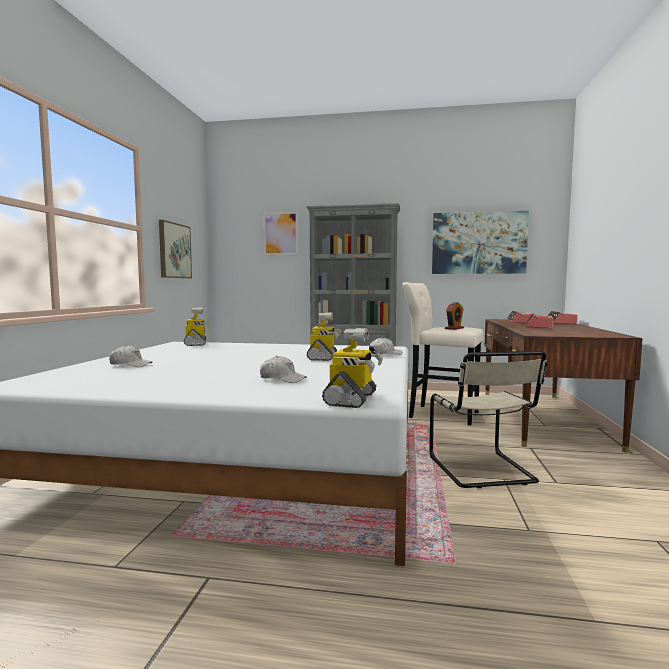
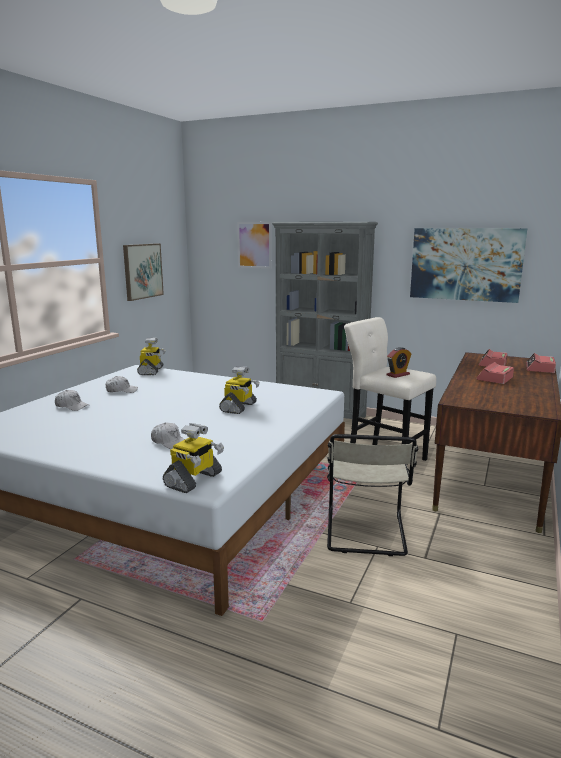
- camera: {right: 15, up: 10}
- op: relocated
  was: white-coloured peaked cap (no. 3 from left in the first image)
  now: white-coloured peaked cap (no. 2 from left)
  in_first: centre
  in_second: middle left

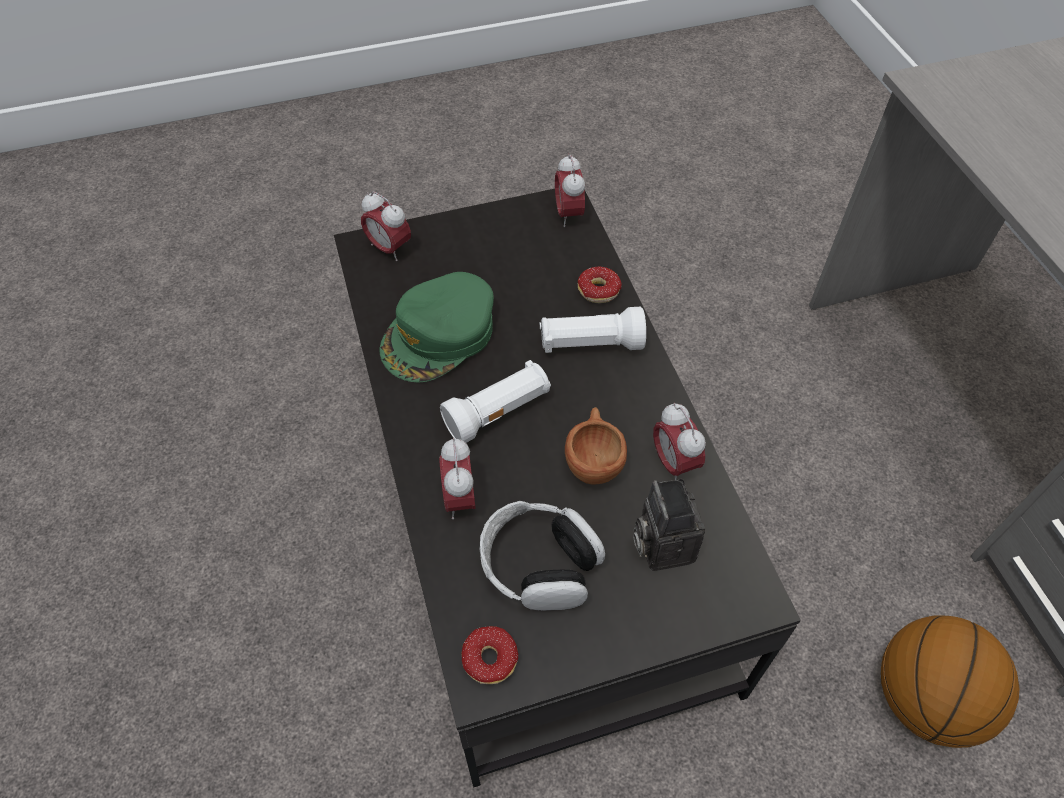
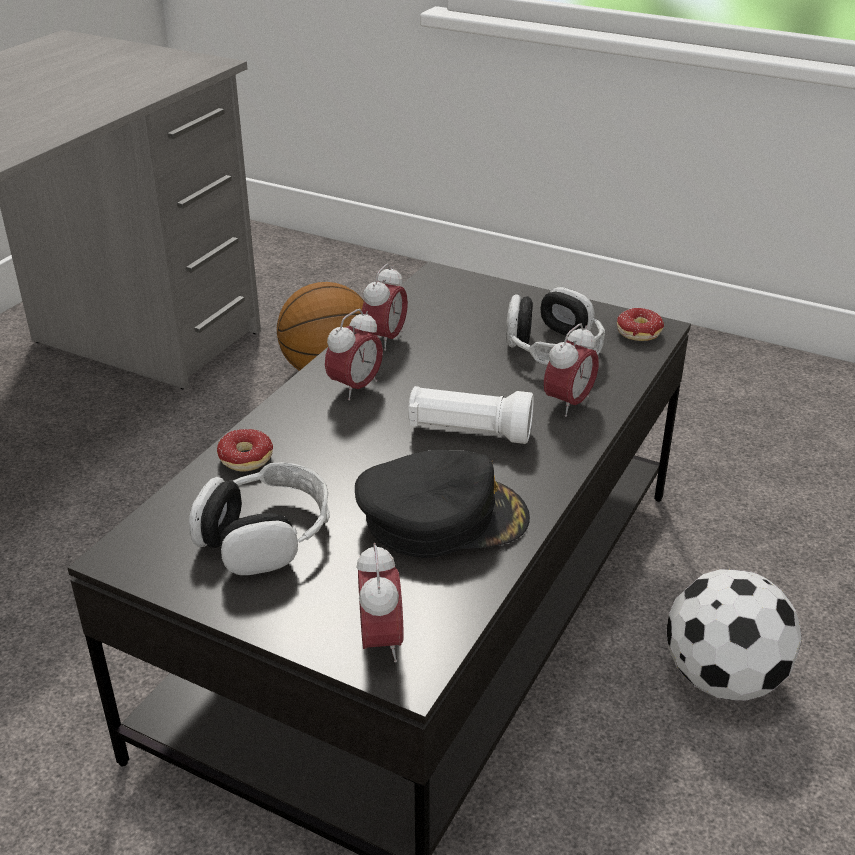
- camera: {right: -135, up: -20}
- op: appeared
  now: headphones (no. 1 from left)
  in_second: middle left
- op: relocated
  was: alarm clock (no. 3 from left in the first image)
  now: alarm clock (no. 1 from left)
  in_first: top centre
  in_second: centre
- op: colour
  was: green-coloured peaked cap
  now: blackish peaked cap
  in_first: centre
  in_second: centre
- op: appeared
  now: football ball
  in_second: bottom right
- op: missing
  was: white-coloured torch (no. 2 from left)
  in_first: centre
- op: missing
  was: brown-coloured small cup
  in_first: centre
- op: missing
  was: still camera
  in_first: centre

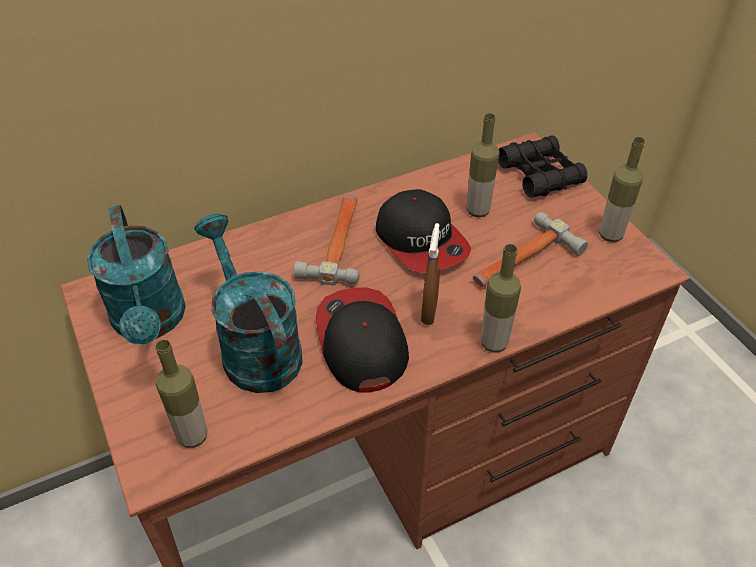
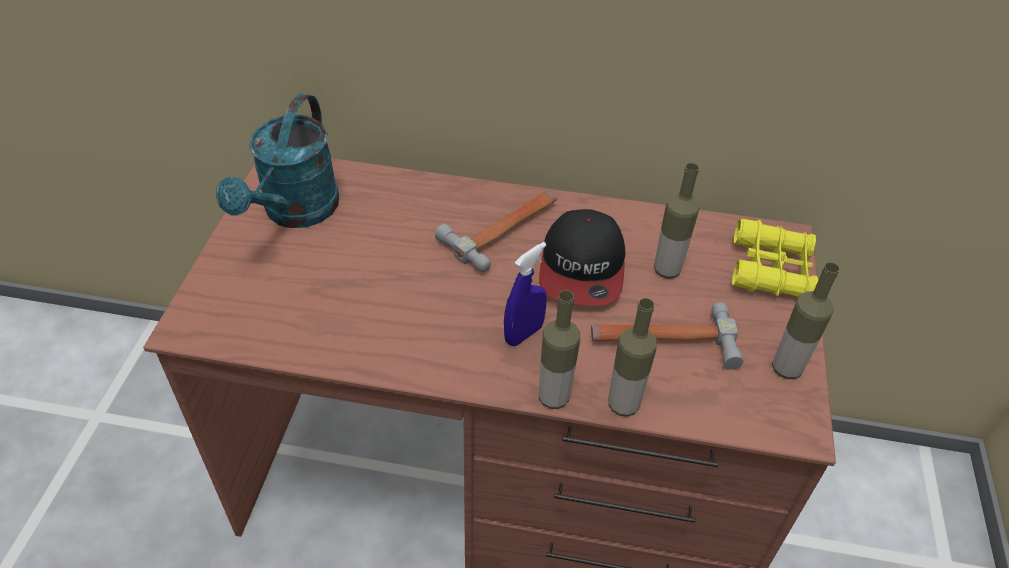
- camera: {right: 35, up: 0}
- op: colour
  was: brown-coloured sprayer
  now: blue sprayer
  in_first: centre
  in_second: centre
- op: relocated
  was: bottle (no. 1 from left in the first image)
  now: bottle (no. 2 from left)
  in_first: bottom left
  in_second: centre
- op: colour
  was: blackish field glasses
  now: yellow field glasses
  in_first: top right
  in_second: middle right
- op: missing
  was: blue-green sprinkling can (no. 2 from left)
  in_first: middle left
- op: missing
  was: peaked cap (no. 1 from left)
  in_first: centre

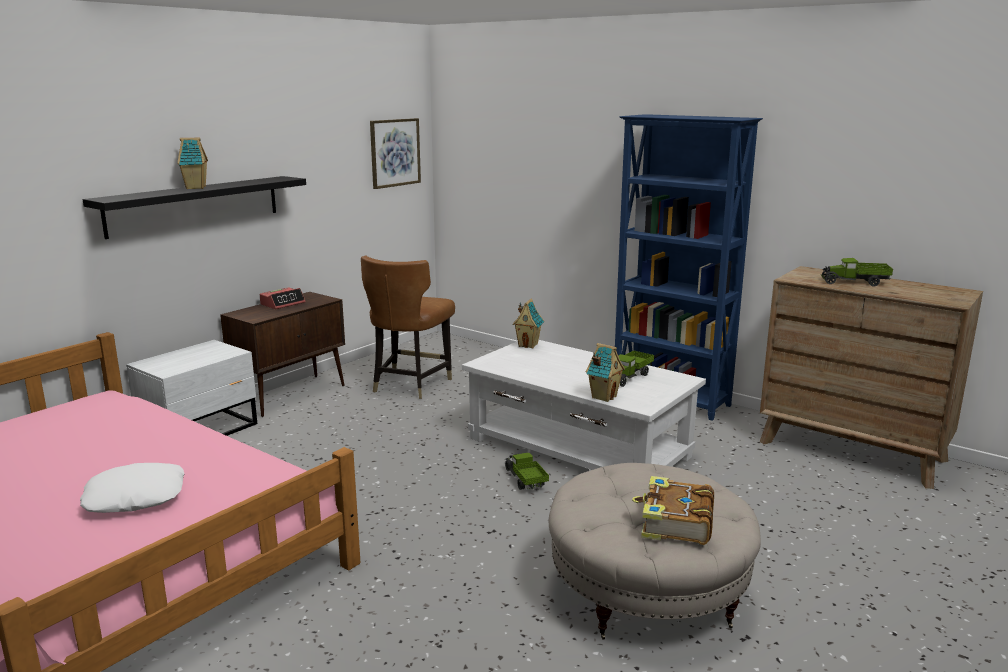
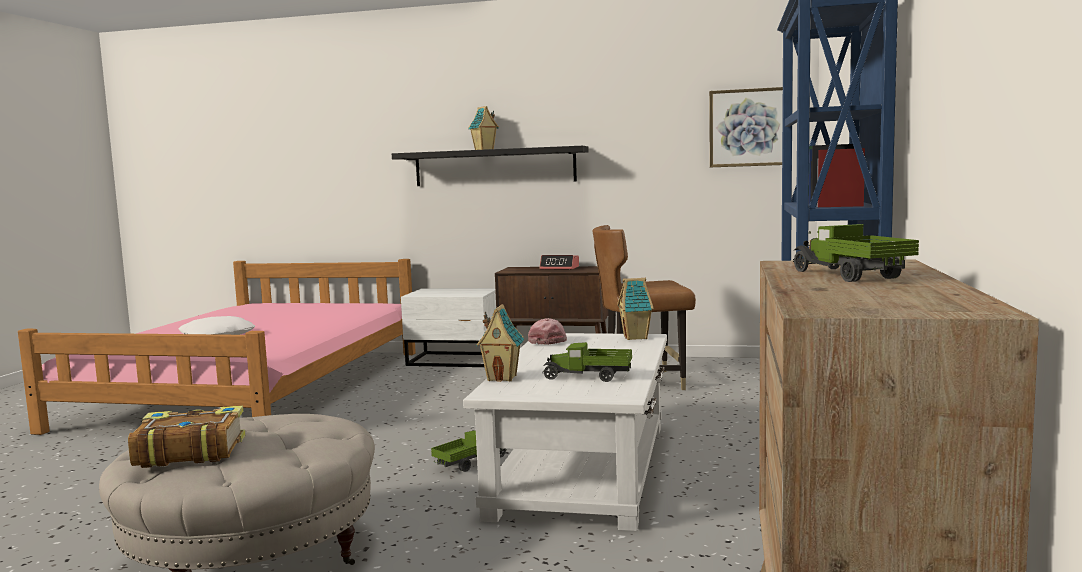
- camera: {right: 65, up: -10}
- op: appeared
  now: pinkish peaked cap
  in_second: centre

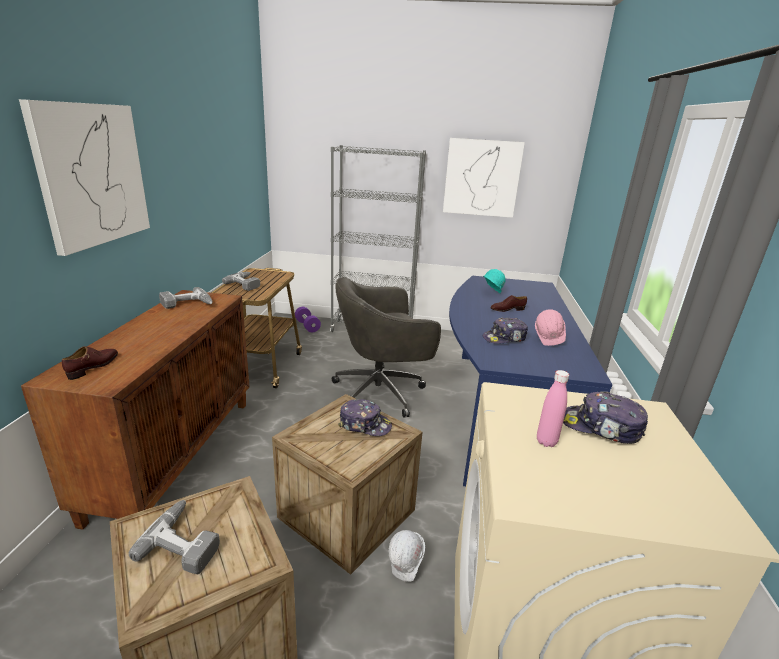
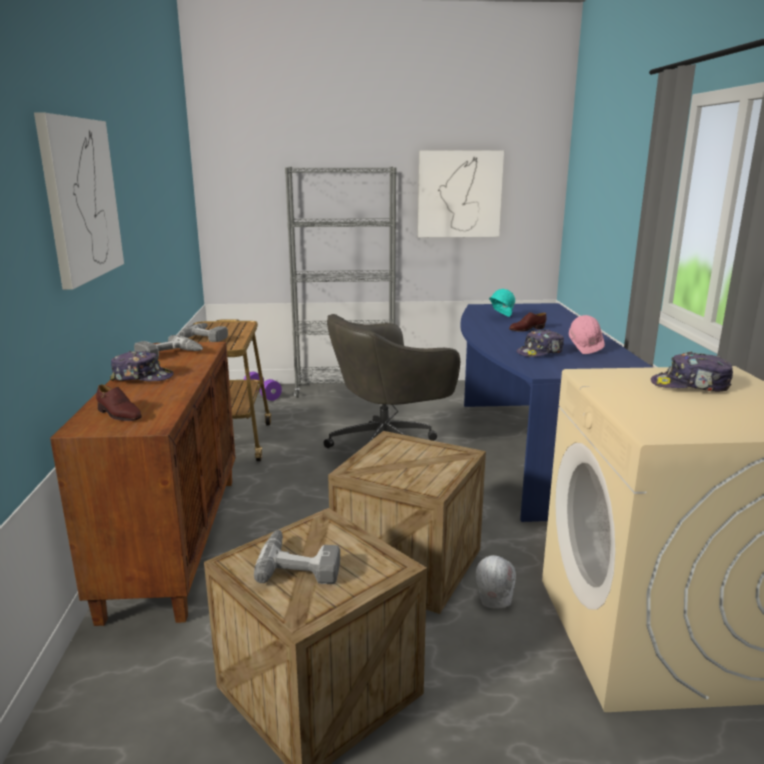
- camera: {right: -10, up: -5}
- op: spun
  was: brown-coloured low shoe (no. 1 from left)
  in_first: middle left
  in_second: middle left
  clockwise: 120
- op: relocated
  was: peaked cap (no. 1 from left)
  in_first: centre
  in_second: middle left
- op: missing
  was: pinkish bottle
  in_first: middle right

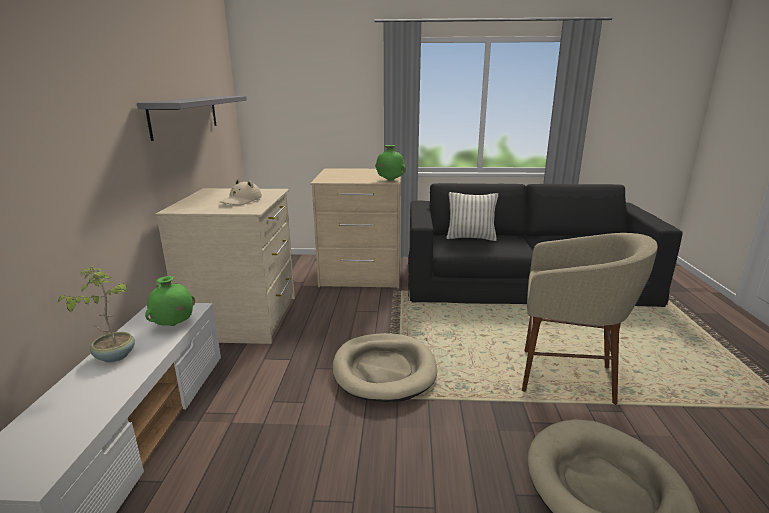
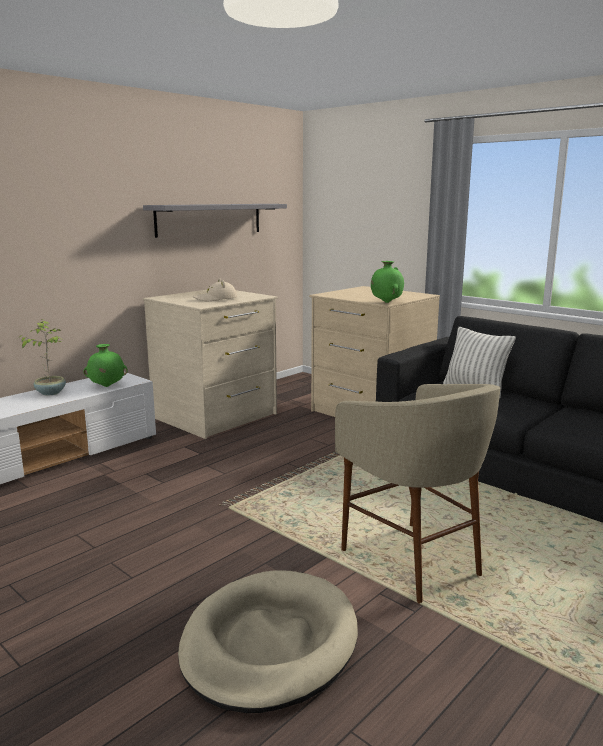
- camera: {right: 40, up: -5}
- op: missing
  was: sand-coloured dog bed (no. 1 from left)
  in_first: bottom centre

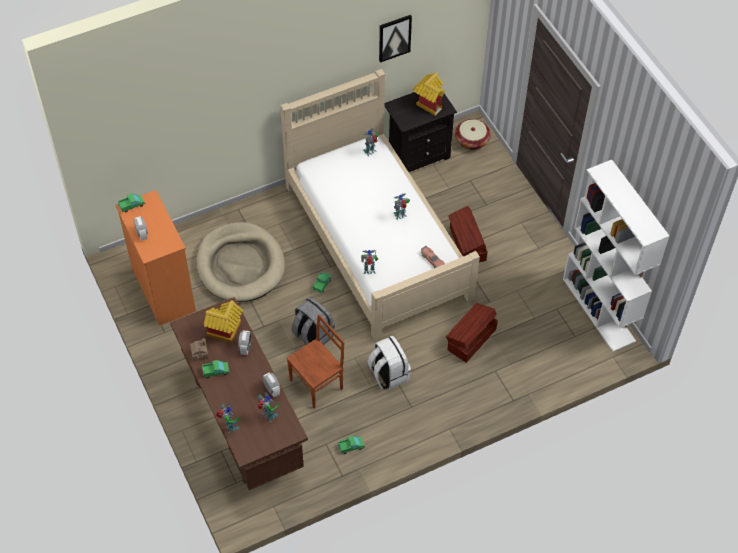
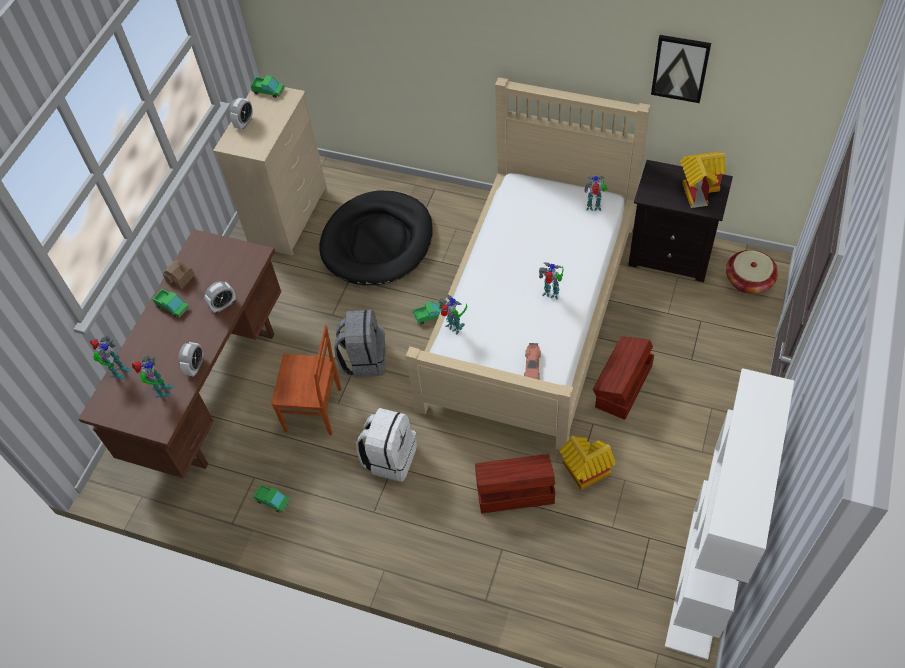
- camera: {right: 50, up: 0}
- op: colour
  was: orange drawer chest
  now: sand-coloured drawer chest
  in_first: middle left
  in_second: top left
- op: colour
  was: sand-coloured dog bed
  now: blackish dog bed
  in_first: middle left
  in_second: centre
- op: relocated
  was: toy house (no. 2 from left)
  in_first: middle left
  in_second: bottom centre

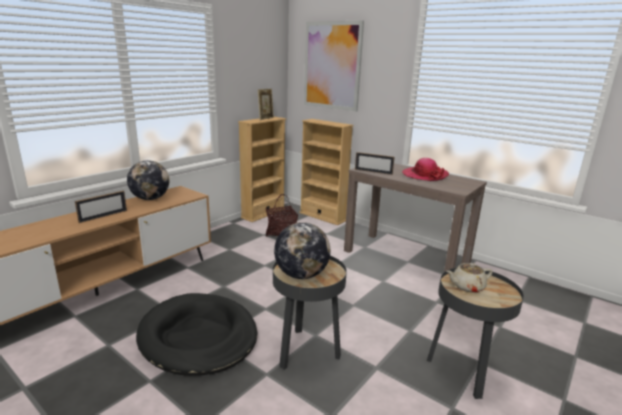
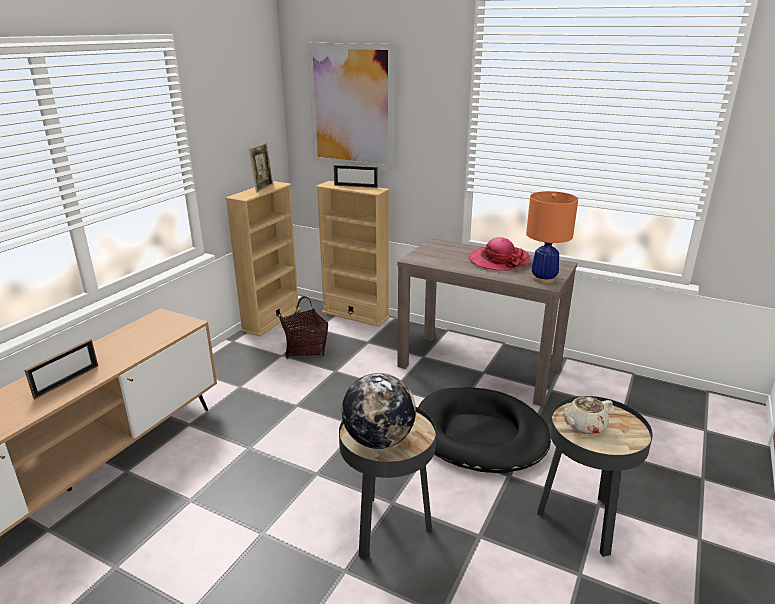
- camera: {right: -10, up: 5}
- op: relocated
  was: picture frame (no. 3 from left)
  in_first: centre
  in_second: top centre
- op: relocated
  was: blackish dog bed
  in_first: bottom left
  in_second: bottom centre
- op: appeared
  now: orange table lamp
  in_second: middle right
- op: missing
  was: desk globe (no. 1 from left)
  in_first: middle left

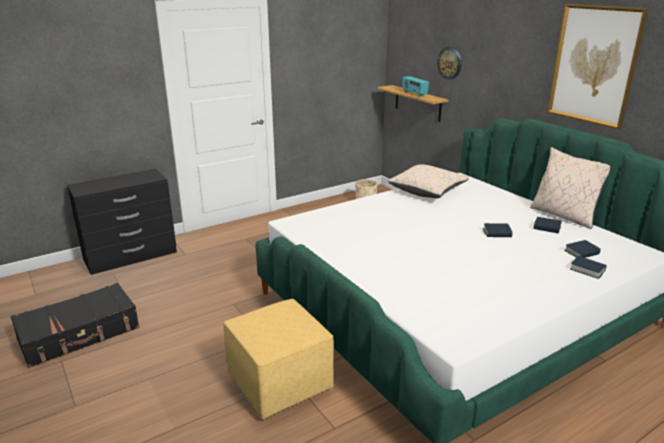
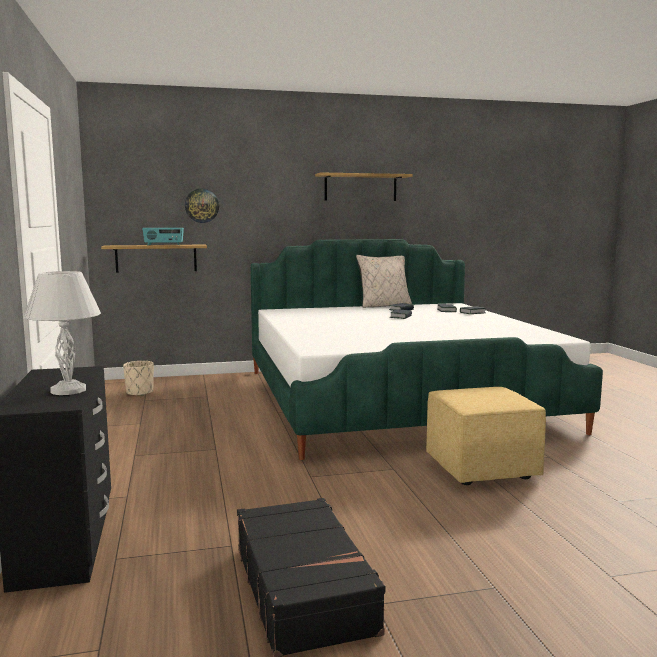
- camera: {right: -70, up: -15}
- op: appeared
  now: white-coloured table lamp
  in_second: middle left
- op: exchanged
  was: wall art
  now: shelf (no. 2 from left)
  in_first: top right
  in_second: top centre
- op: missing
  was: sand-coloured pillow (no. 1 from left)
  in_first: centre

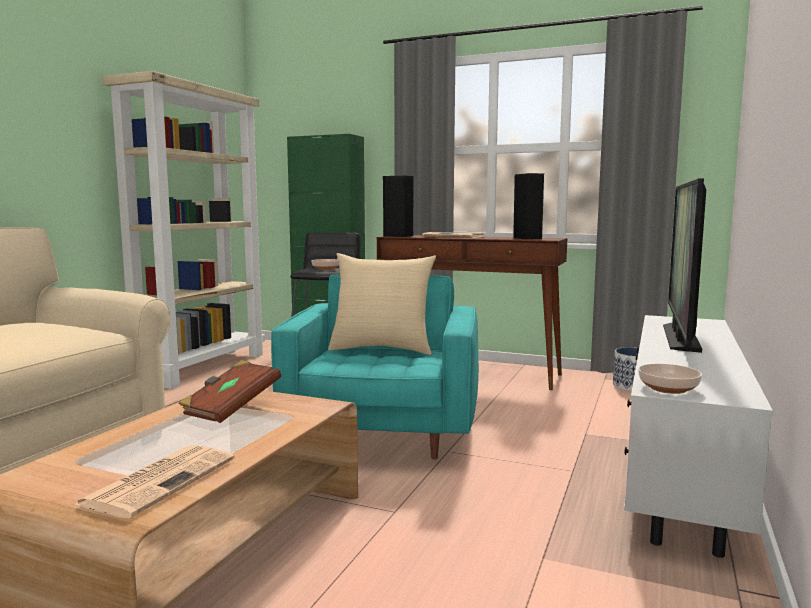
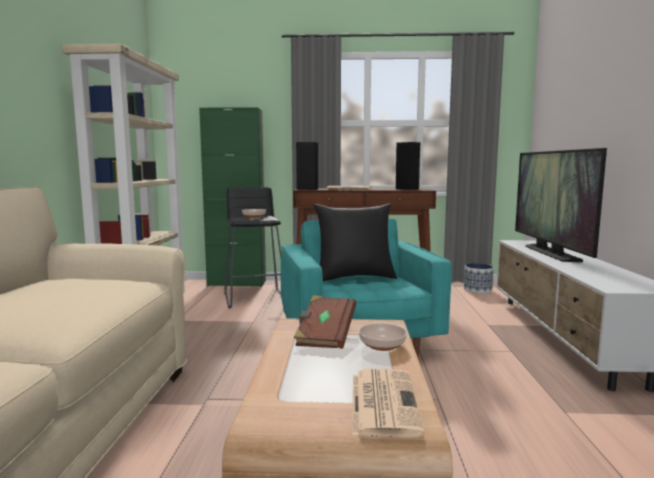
- camera: {right: -20, up: 0}
- op: colour
  was: sand-coloured pillow
  now: blackish pillow
  in_first: centre
  in_second: centre
- op: relocated
  was: deep dish (no. 2 from left)
  in_first: middle right
  in_second: bottom centre

